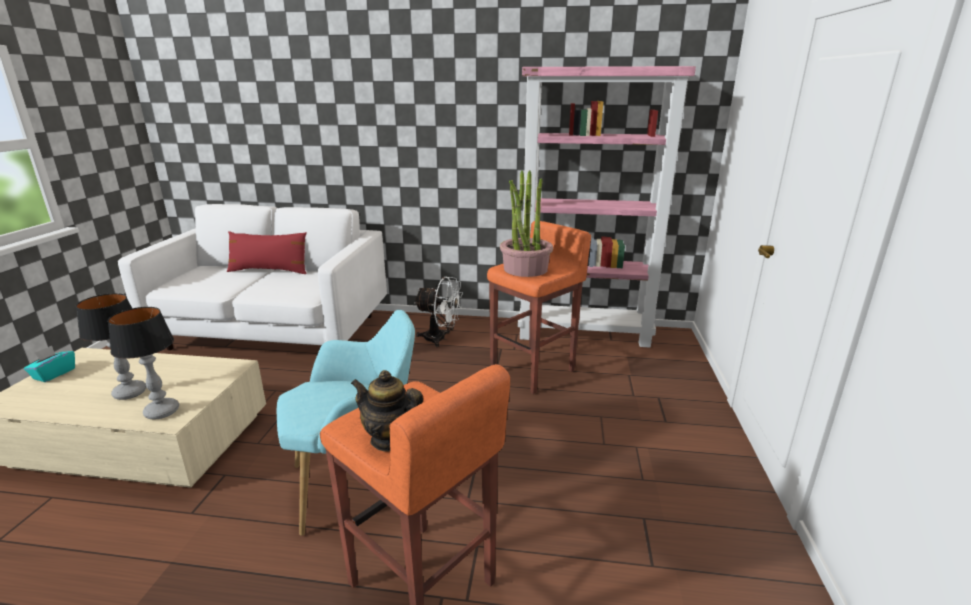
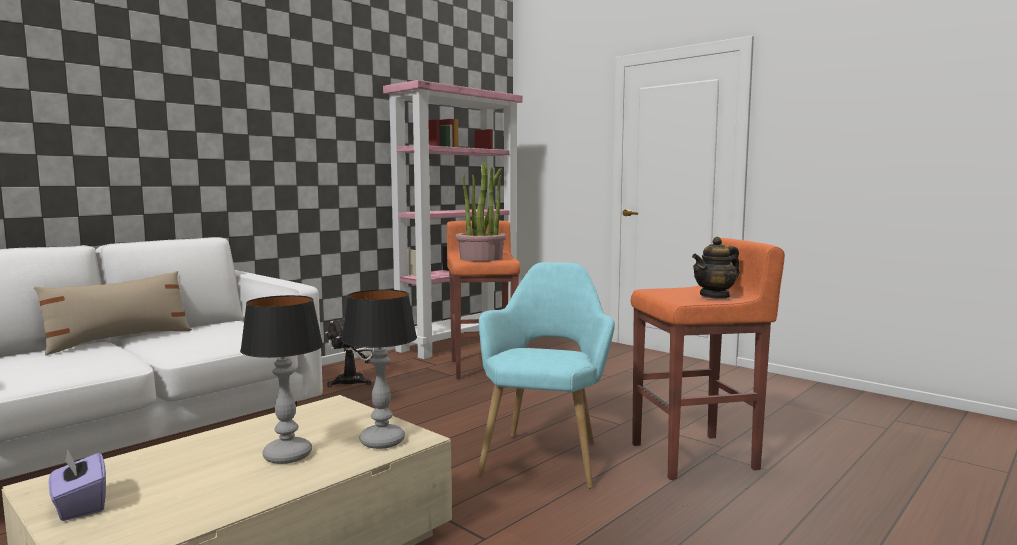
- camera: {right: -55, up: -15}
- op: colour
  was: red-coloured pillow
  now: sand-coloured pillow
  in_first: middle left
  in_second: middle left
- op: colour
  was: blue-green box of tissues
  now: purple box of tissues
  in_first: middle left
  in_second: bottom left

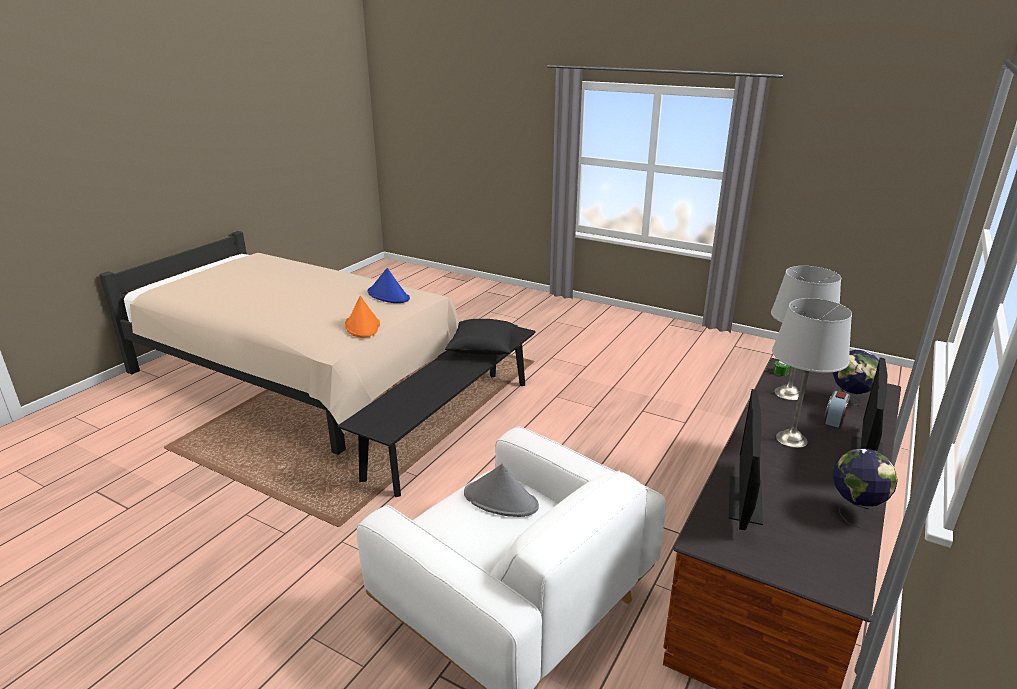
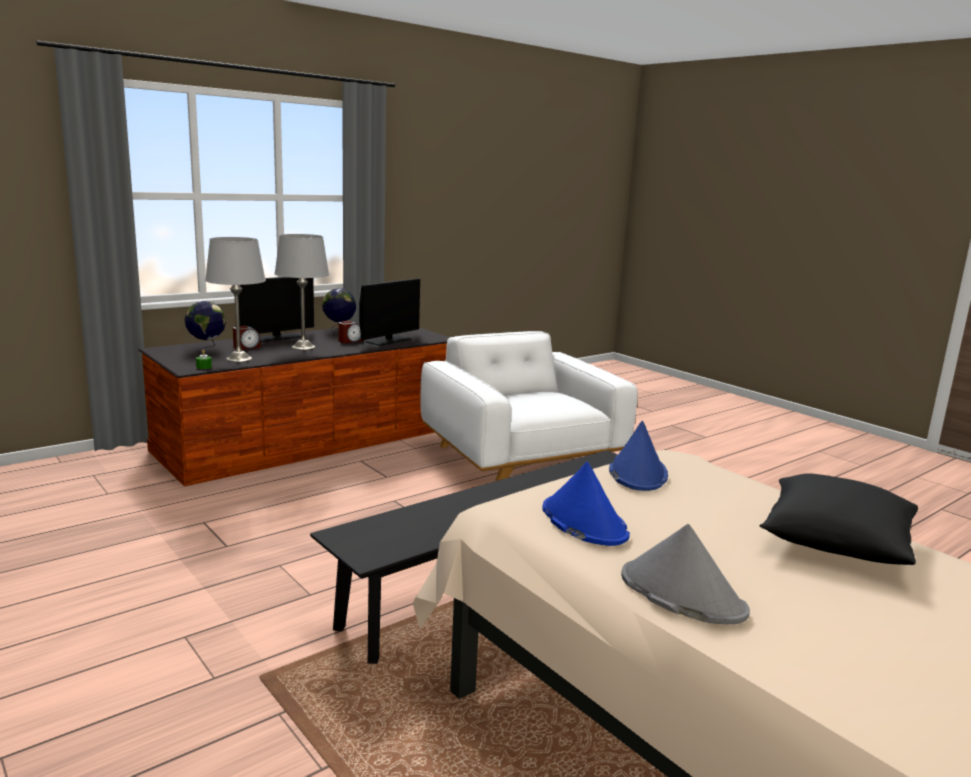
- camera: {right: -160, up: -10}
- op: appeared
  now: alarm clock (no. 2 from left)
  in_second: centre
- op: colour
  was: orange clothing hat
  now: blue clothing hat (no. 2 from left)
  in_first: centre
  in_second: centre
- op: relocated
  was: greyish clothing hat
  in_first: bottom centre
  in_second: bottom right
- op: relocated
  was: blackish pillow
  in_first: centre
  in_second: bottom right

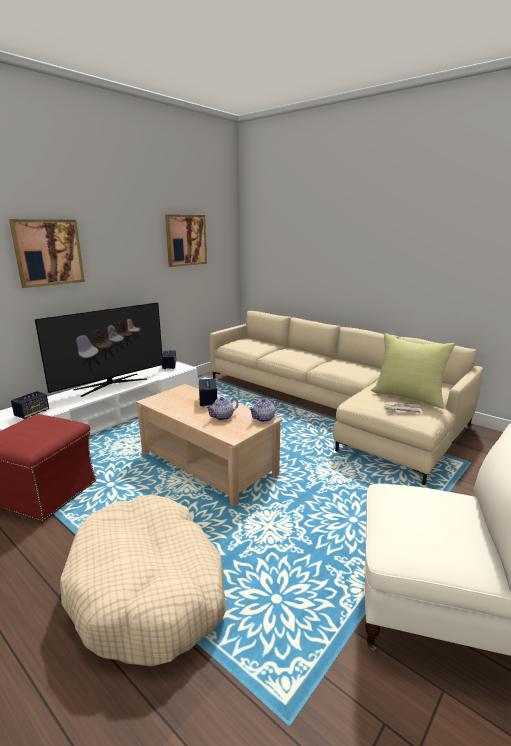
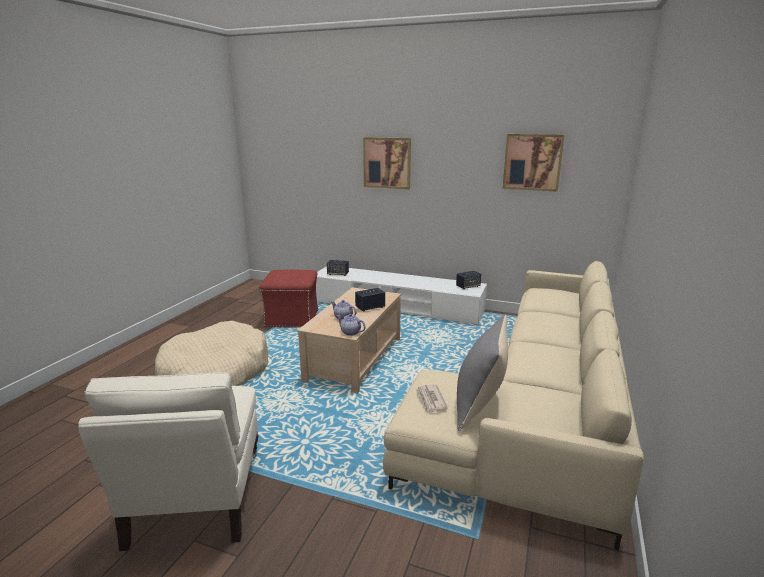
- camera: {right: 70, up: 0}
- op: colour
  was: yellow pillow
  now: greyish pillow
  in_first: middle right
  in_second: centre
- op: missing
  was: TV
  in_first: middle left

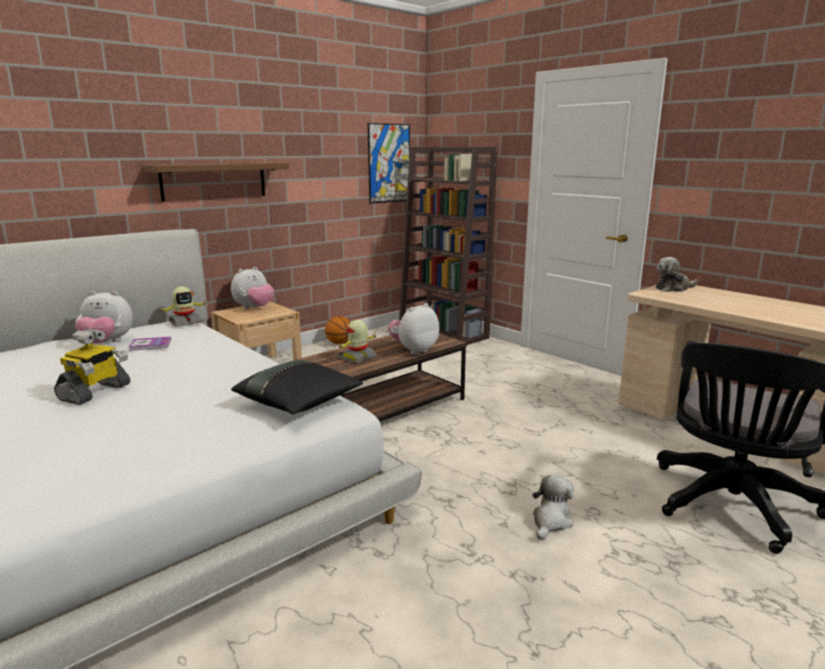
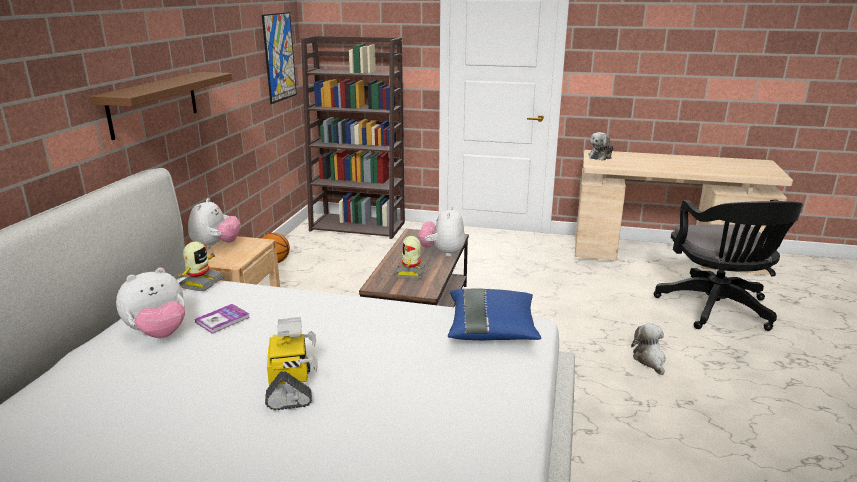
- camera: {right: -35, up: 5}
- op: colour
  was: blackish pillow
  now: blue pillow
  in_first: centre
  in_second: centre

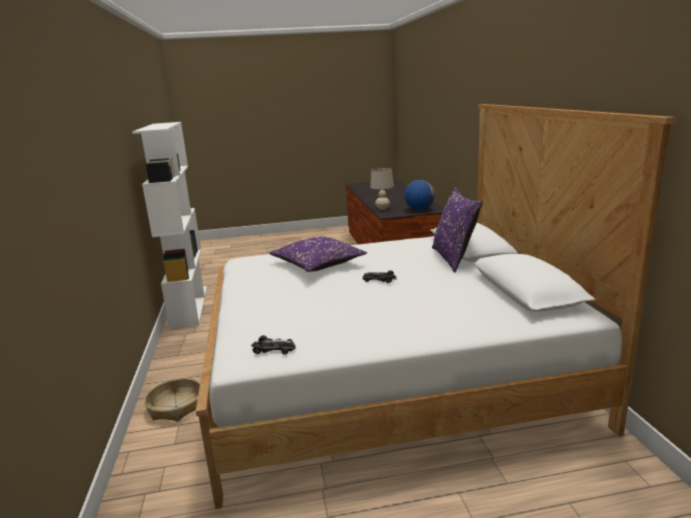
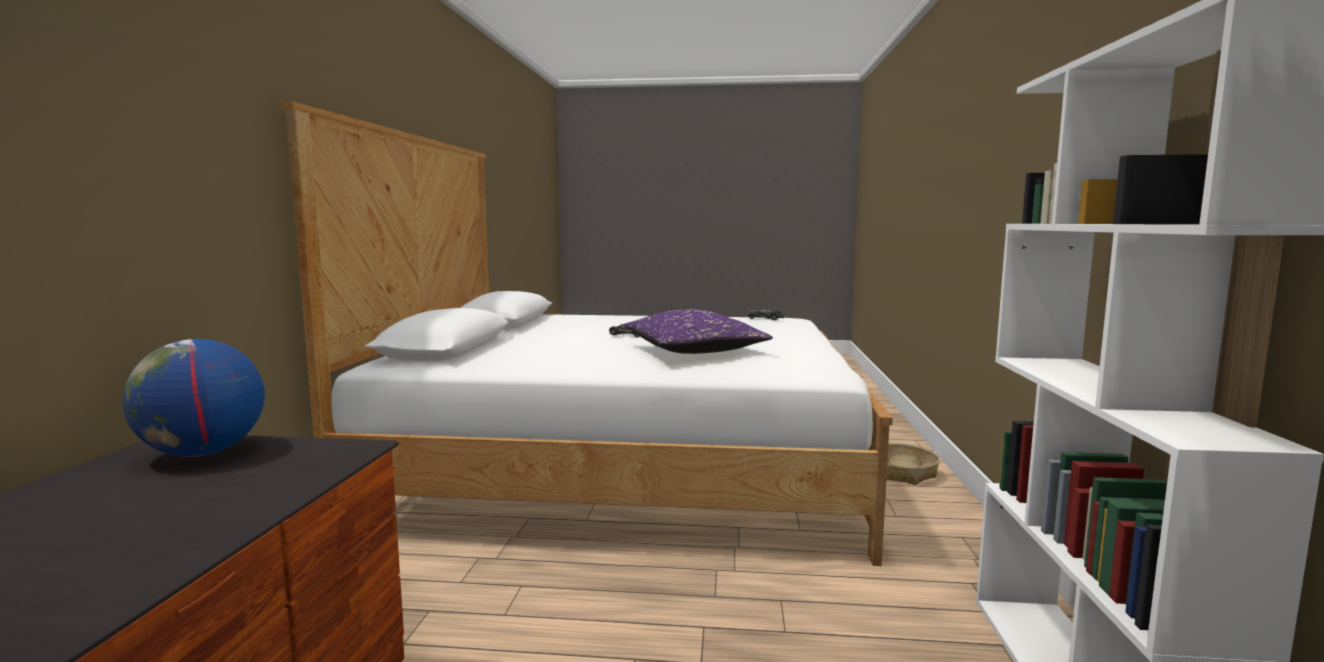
- camera: {right: -165, up: -10}
- op: missing
  was: sand-coloured table lamp
  in_first: centre
- op: missing
  was: purple pillow (no. 2 from left)
  in_first: centre

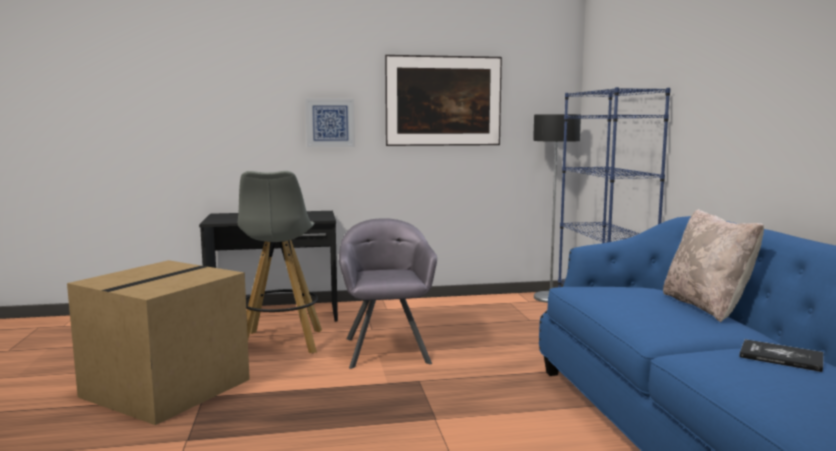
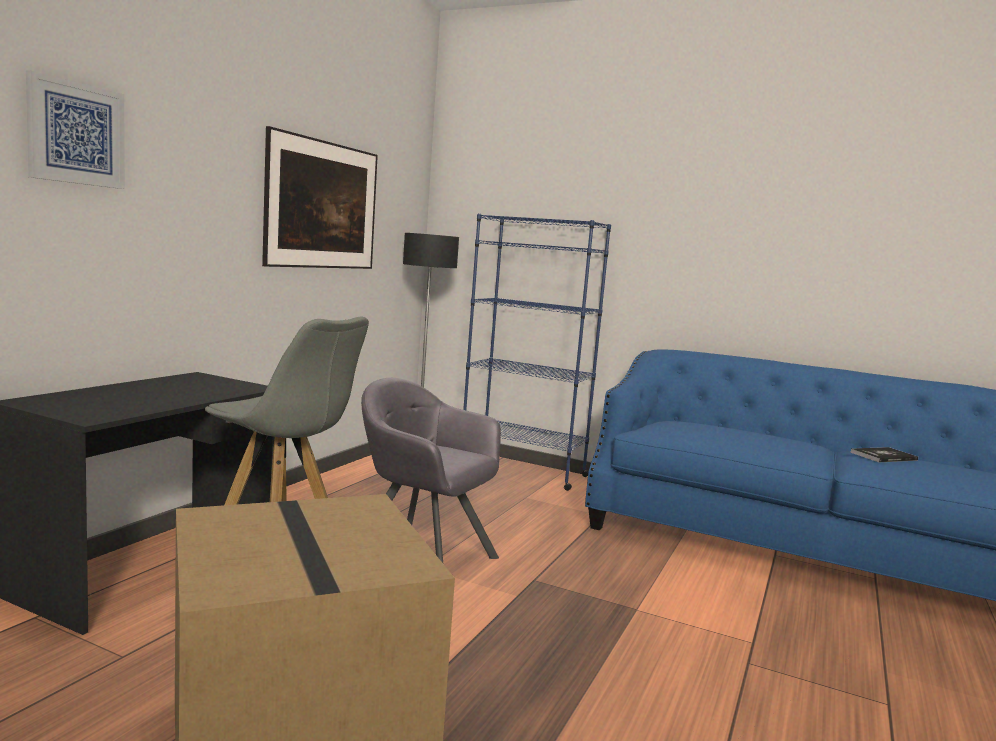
- camera: {right: -55, up: 0}
- op: relocated
  was: wall art (no. 1 from left)
  in_first: top centre
  in_second: top left
- op: missing
  was: sand-coloured pillow
  in_first: middle right

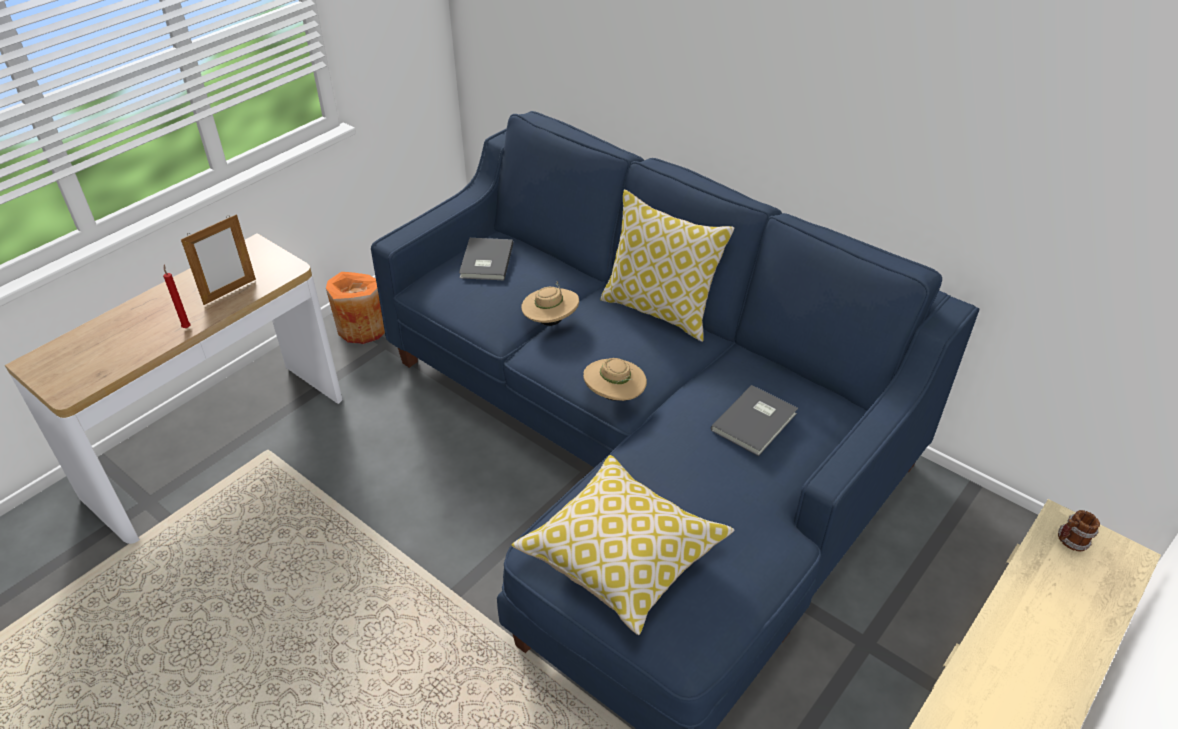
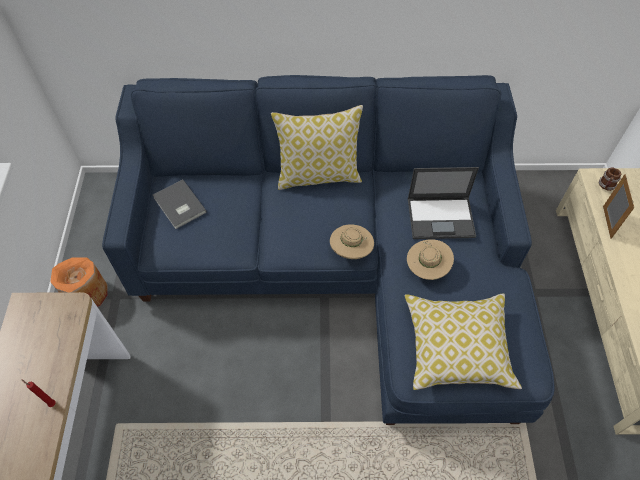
- camera: {right: -40, up: 15}
- op: relocated
  was: sand-coloured clothing hat (no. 1 from left in the first image)
  now: sand-coloured clothing hat (no. 2 from left)
  in_first: centre
  in_second: middle right
- op: exchanged
  was: greyish bound book (no. 2 from left)
  now: portable computer
  in_first: centre
  in_second: middle right
- op: relocated
  was: picture frame
  in_first: middle left
  in_second: middle right

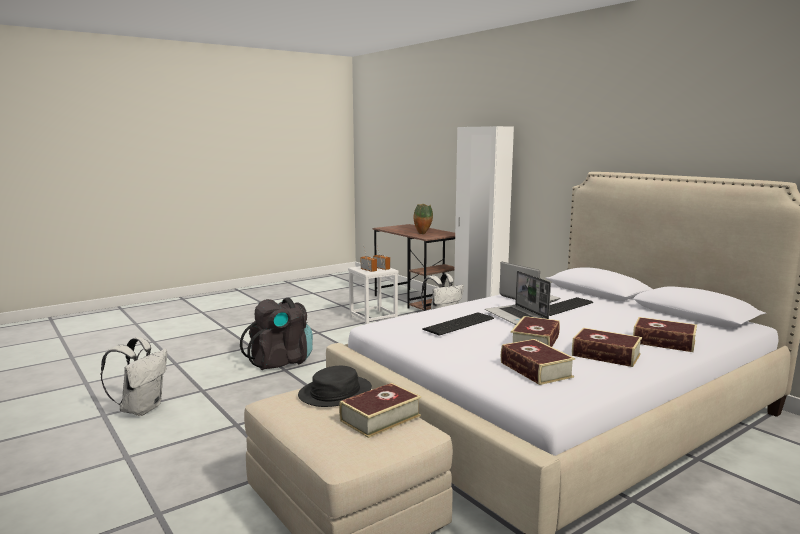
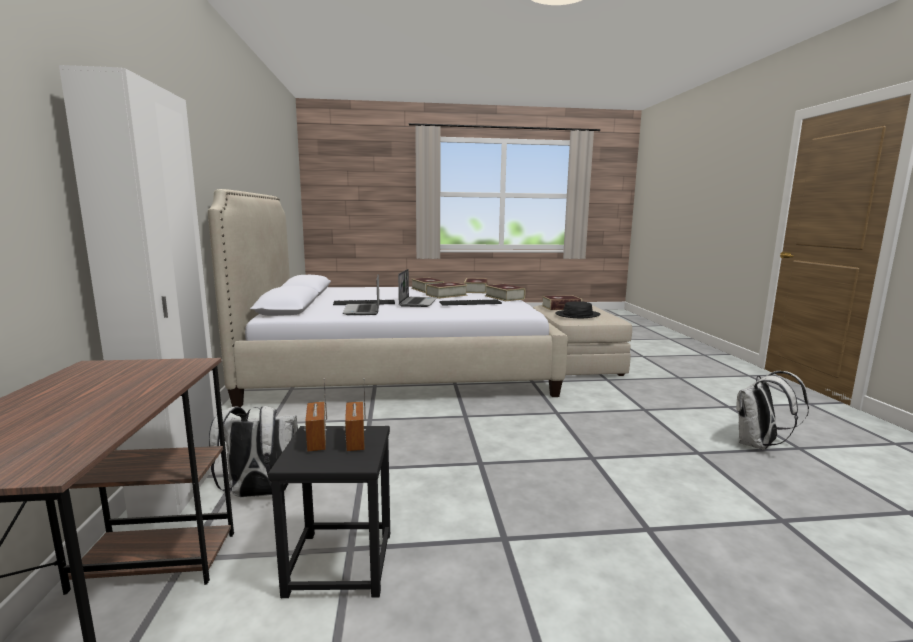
- camera: {right: -150, up: 0}
- op: colour
  was: white-coloured stool
  now: blackish stool
  in_first: centre
  in_second: bottom centre
- op: relocated
  was: bound book (no. 5 from left in the first image)
  now: bound book (no. 4 from left)
  in_first: middle right
  in_second: centre
- op: missing
  was: blackish knapsack
  in_first: centre
- op: missing
  was: decorative vase
  in_first: centre

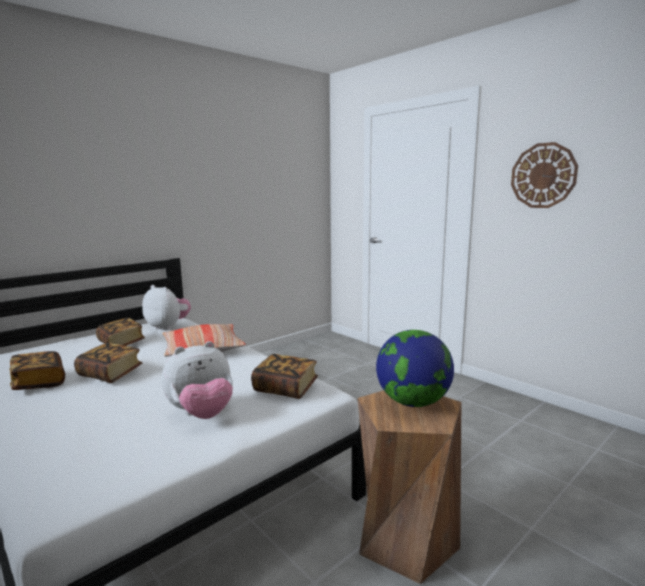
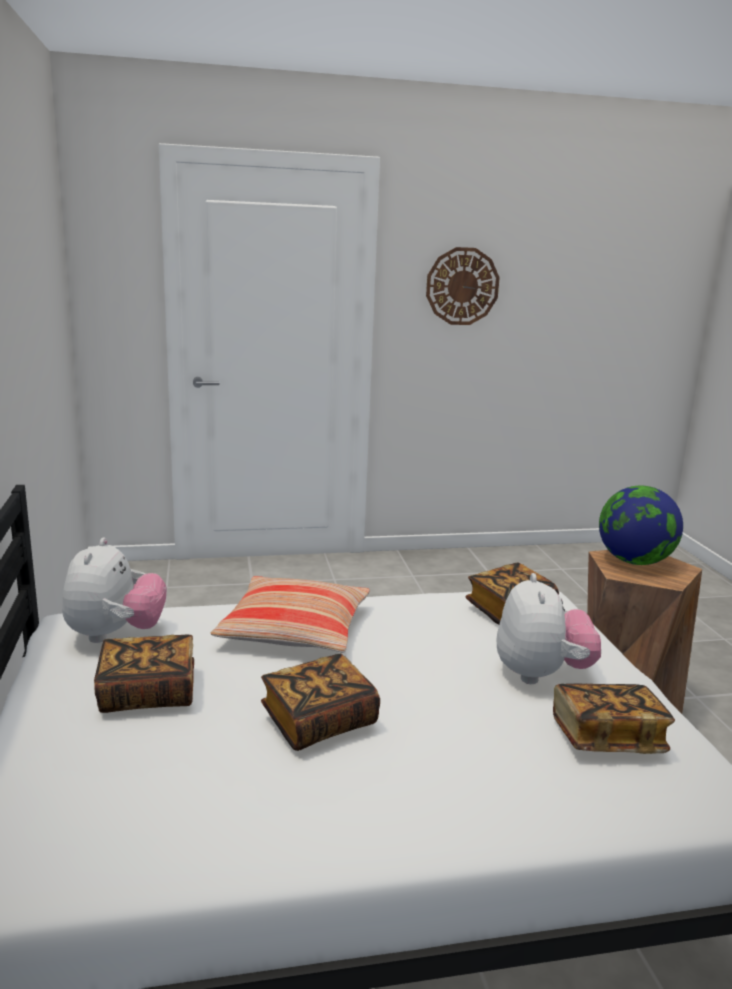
- camera: {right: -60, up: 5}
- op: spun
  was: cuddly toy (no. 1 from left)
  in_first: middle left
  in_second: middle left
  clockwise: 120
- op: relocated
  was: bound book (no. 1 from left in the first image)
  now: bound book (no. 4 from left)
  in_first: middle left
  in_second: bottom right

